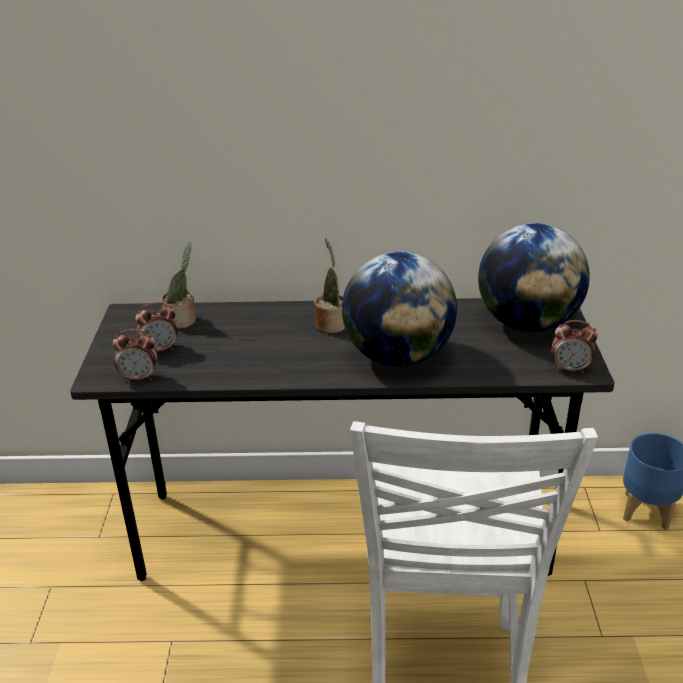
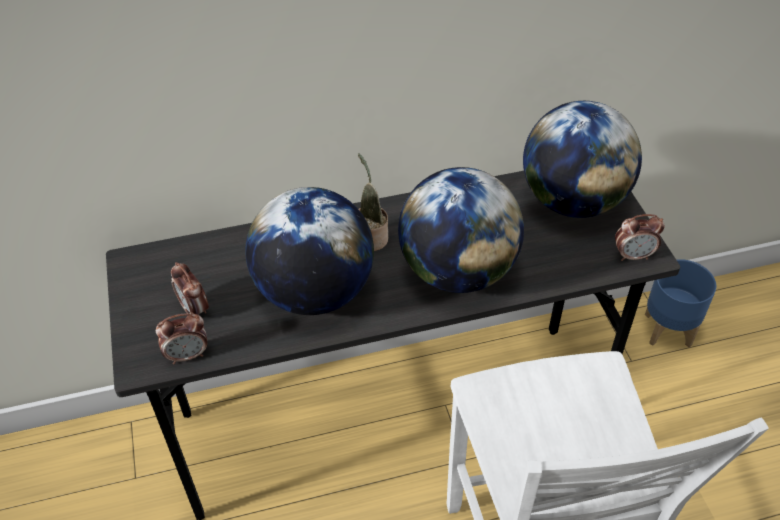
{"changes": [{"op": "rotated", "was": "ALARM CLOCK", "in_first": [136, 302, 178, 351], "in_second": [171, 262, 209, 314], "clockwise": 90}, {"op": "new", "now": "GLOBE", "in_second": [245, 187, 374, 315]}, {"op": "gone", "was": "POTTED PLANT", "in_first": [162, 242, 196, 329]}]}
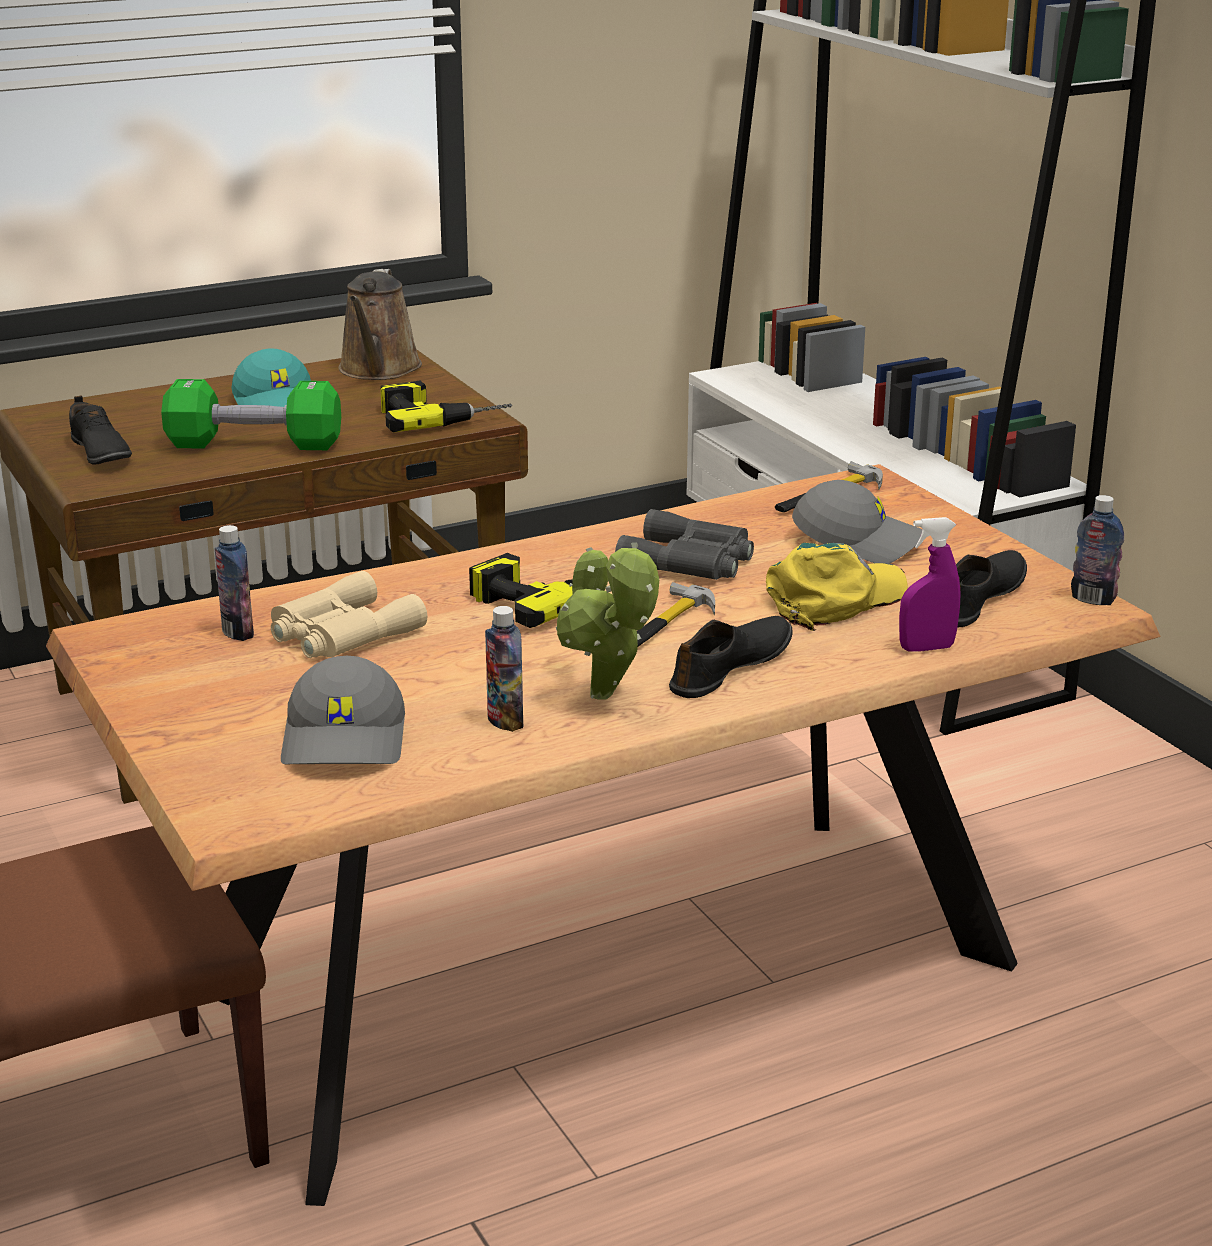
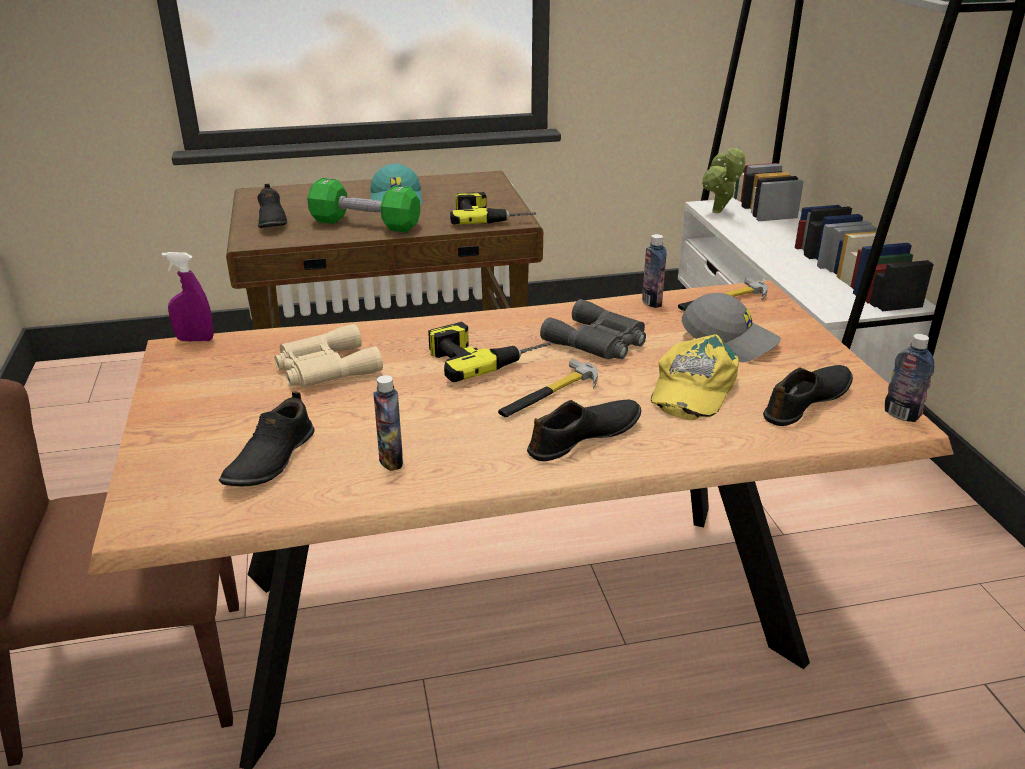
{"changes": [{"op": "shifted", "was": "PURPLE SPRAY BOTTLE", "in_first": [899, 517, 961, 652], "in_second": [162, 252, 213, 341]}, {"op": "swapped", "was": "GREY CAP", "now": "BLACK SHOE", "in_first": [281, 656, 405, 764], "in_second": [219, 391, 314, 486]}, {"op": "shifted", "was": "BOTTLE", "in_first": [215, 525, 254, 641], "in_second": [642, 234, 667, 308]}, {"op": "rotated", "was": "YELLOW CAP", "in_first": [766, 543, 908, 631], "in_second": [651, 334, 739, 420], "clockwise": 135}, {"op": "shifted", "was": "POTTED PLANT", "in_first": [556, 543, 659, 700], "in_second": [702, 146, 746, 213]}, {"op": "gone", "was": "BROWN WATERING CAN", "in_first": [338, 269, 422, 380]}]}
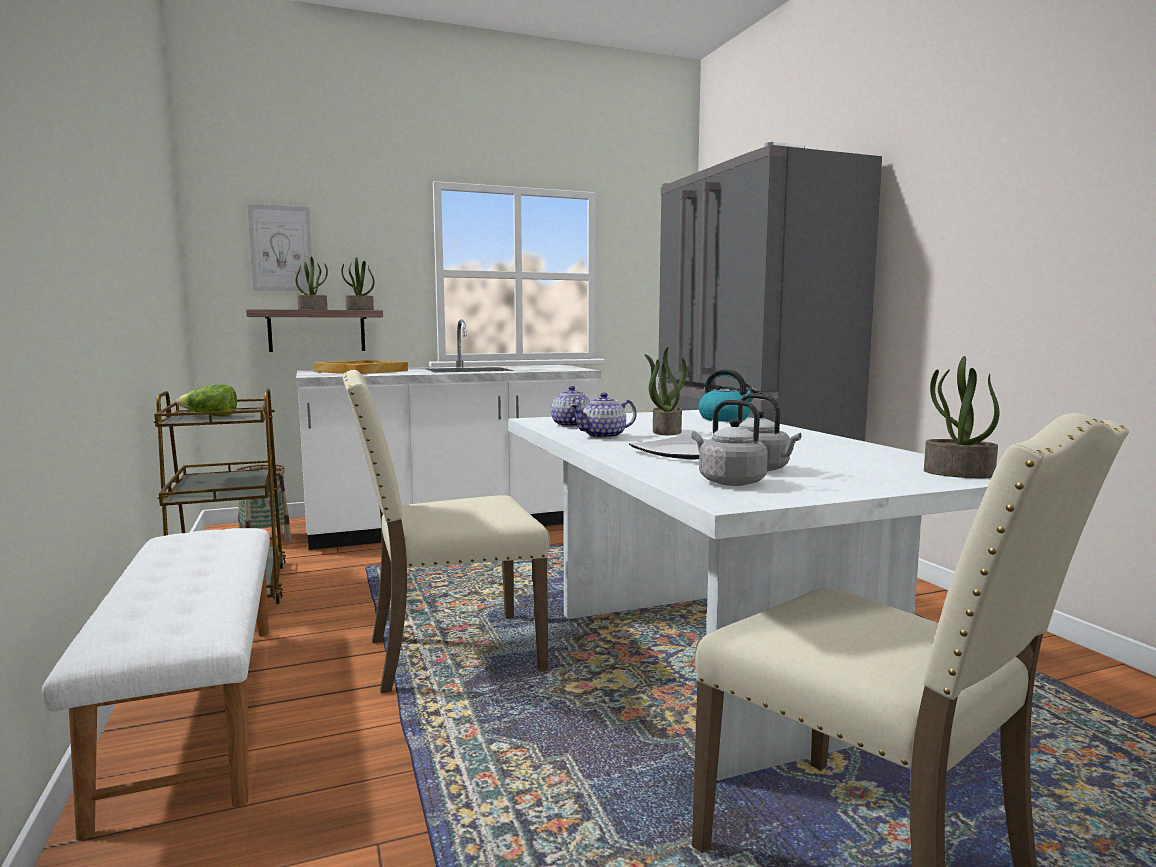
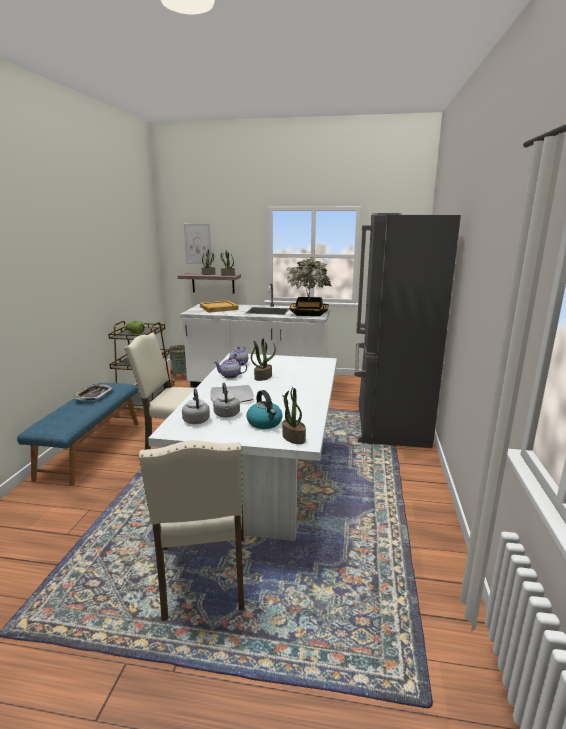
{"changes": [{"op": "repainted", "was": "WHITE BENCH", "now": "BLUE BENCH", "in_first": [42, 528, 270, 840], "in_second": [17, 383, 138, 486]}, {"op": "new", "now": "TRAY", "in_second": [73, 384, 113, 401]}, {"op": "shifted", "was": "KETTLE", "in_first": [698, 369, 758, 421], "in_second": [247, 390, 282, 429]}, {"op": "new", "now": "POTTED PLANT", "in_second": [286, 257, 332, 316]}]}
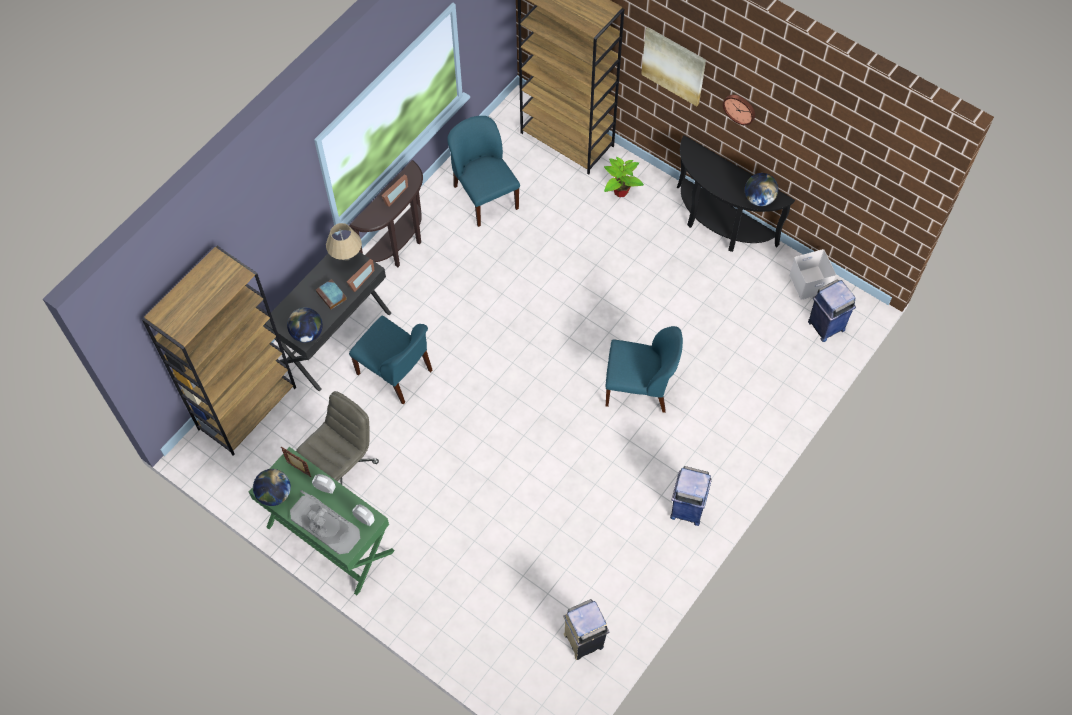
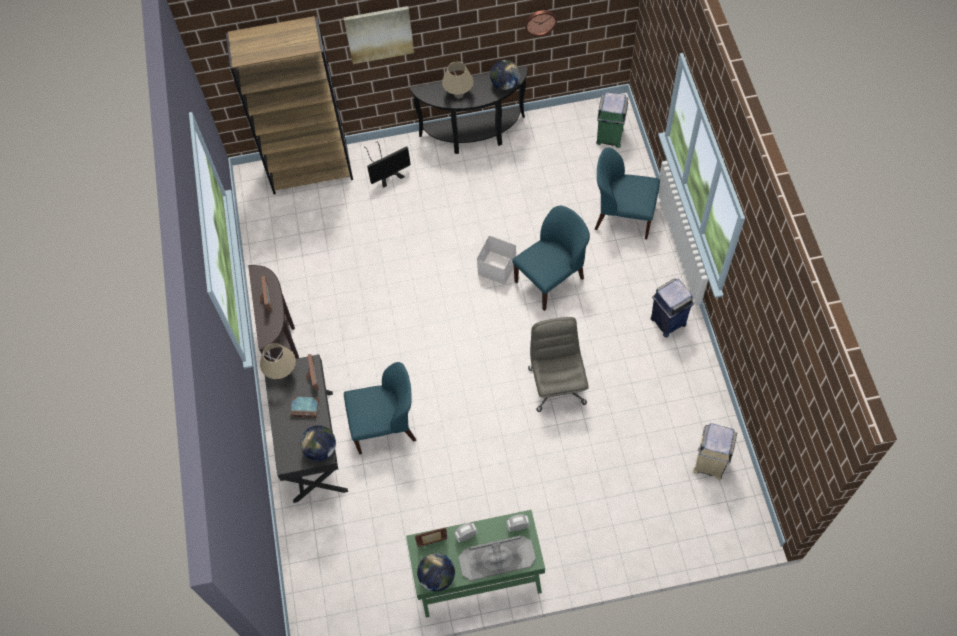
{"changes": [{"op": "swapped", "was": "POTTED PLANT", "now": "MONITOR", "in_first": [604, 157, 644, 197], "in_second": [365, 142, 411, 188]}, {"op": "new", "now": "BEIGE TABLE LAMP", "in_second": [442, 61, 474, 99]}, {"op": "shifted", "was": "WHITE STORAGE BOX", "in_first": [789, 249, 836, 300], "in_second": [477, 236, 516, 285]}, {"op": "shifted", "was": "WALL CLOCK", "in_first": [723, 95, 755, 125], "in_second": [525, 10, 557, 36]}, {"op": "shifted", "was": "GREY OFFICE CHAIR", "in_first": [296, 391, 379, 485], "in_second": [528, 317, 589, 412]}, {"op": "shifted", "was": "BLUE CHAIR", "in_first": [447, 116, 520, 227], "in_second": [595, 148, 660, 239]}, {"op": "repainted", "was": "BLUE TRASH CAN", "now": "GREEN TRASH CAN", "in_first": [808, 280, 856, 342], "in_second": [596, 92, 628, 148]}, {"op": "gone", "was": "BROWN BOOKCASE", "in_first": [142, 246, 296, 456]}]}
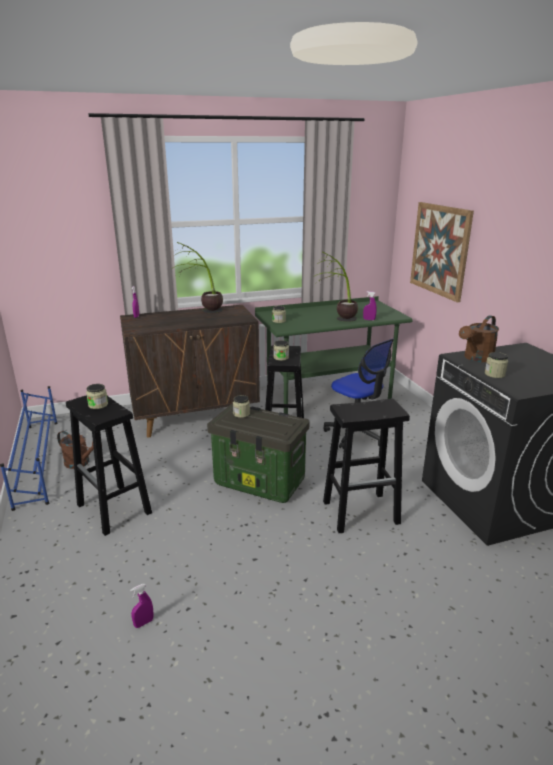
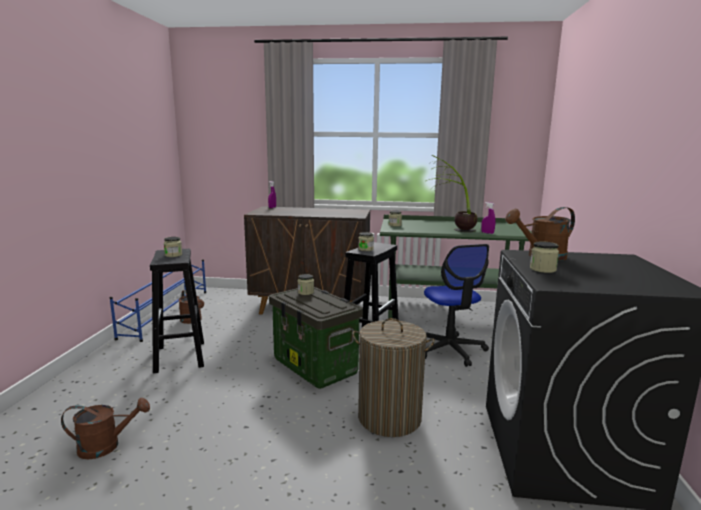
{"changes": [{"op": "swapped", "was": "PURPLE SPRAY BOTTLE", "now": "BROWN WATERING CAN", "in_first": [130, 584, 154, 628], "in_second": [61, 398, 150, 459]}, {"op": "swapped", "was": "BLACK STOOL", "now": "LAUNDRY BASKET", "in_first": [323, 399, 410, 533], "in_second": [352, 318, 435, 437]}, {"op": "gone", "was": "POTTED PLANT", "in_first": [171, 242, 223, 313]}, {"op": "gone", "was": "PICTURE", "in_first": [410, 202, 474, 302]}]}
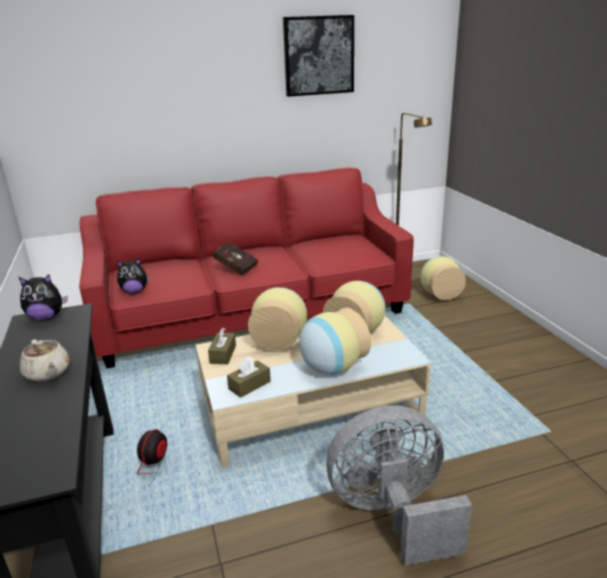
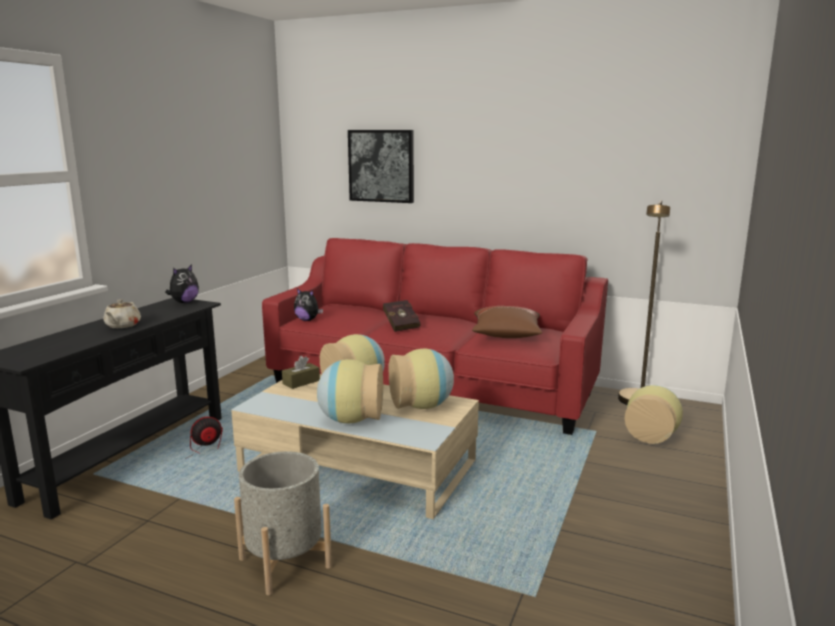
{"changes": [{"op": "rotated", "was": "PLUSH TOY", "in_first": [19, 274, 68, 321], "in_second": [165, 264, 199, 303], "clockwise": -90}, {"op": "swapped", "was": "GREY FAN", "now": "GREY PLANTER", "in_first": [326, 405, 472, 566], "in_second": [234, 451, 332, 595]}, {"op": "shifted", "was": "PICTURE", "in_first": [283, 15, 354, 97], "in_second": [348, 130, 414, 203]}, {"op": "new", "now": "BROWN PILLOW", "in_second": [472, 306, 542, 338]}, {"op": "gone", "was": "BROWN TISSUE BOX", "in_first": [227, 357, 271, 398]}]}
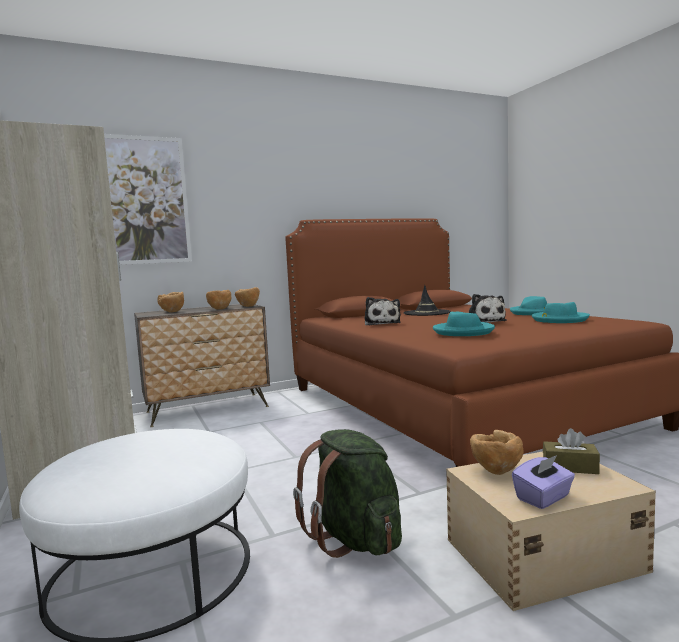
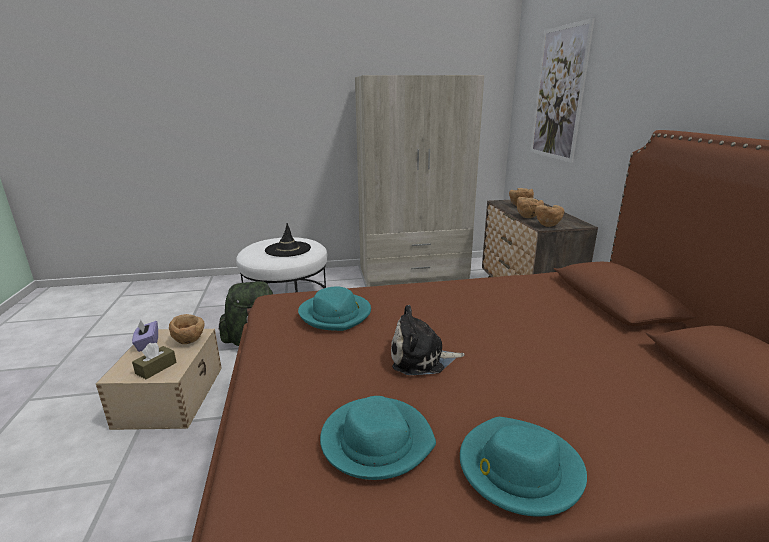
{"changes": [{"op": "shifted", "was": "BLACK HAT", "in_first": [404, 285, 451, 316], "in_second": [265, 223, 311, 257]}, {"op": "gone", "was": "PLUSH TOY", "in_first": [365, 297, 401, 325]}]}
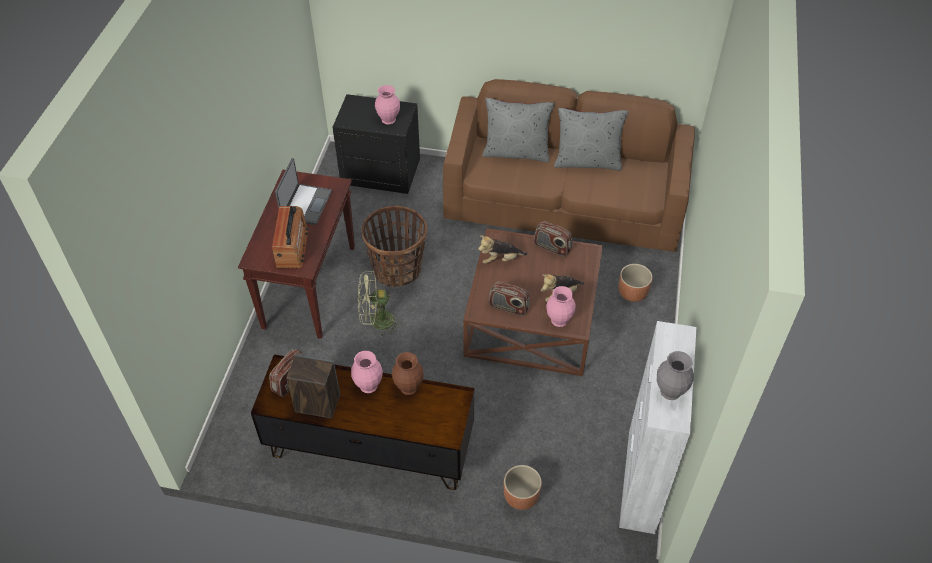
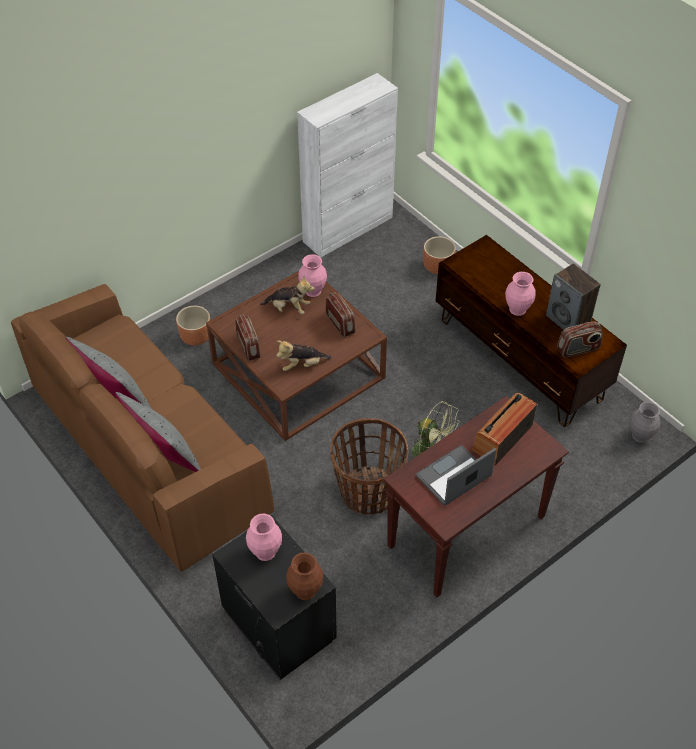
{"changes": [{"op": "rotated", "was": "PLUSH TOY", "in_first": [478, 235, 527, 264], "in_second": [276, 340, 331, 371], "clockwise": 135}, {"op": "shifted", "was": "BROWN VASE", "in_first": [392, 352, 424, 395], "in_second": [286, 552, 323, 600]}, {"op": "shifted", "was": "GREY VASE", "in_first": [657, 351, 694, 400], "in_second": [630, 402, 661, 443]}]}
